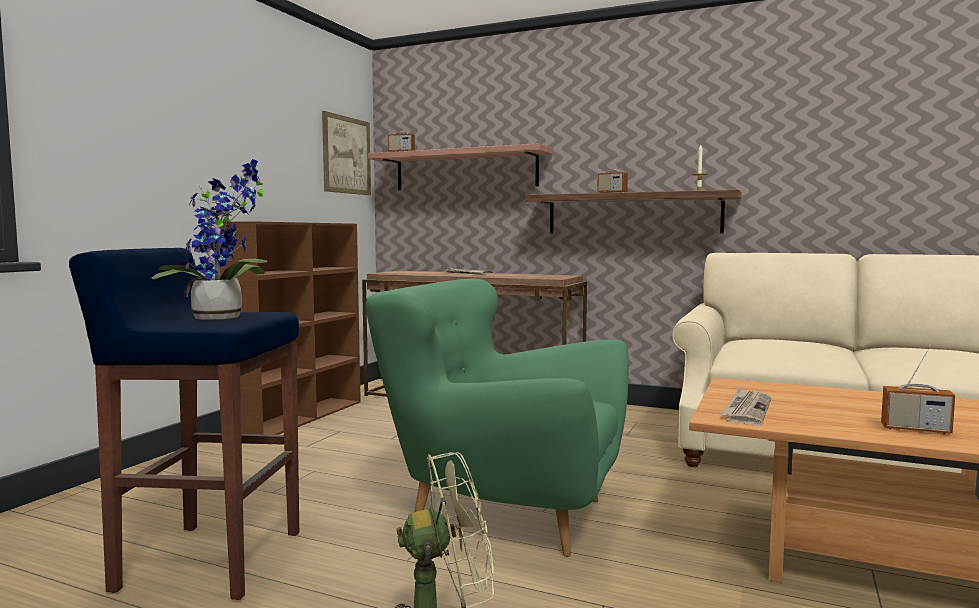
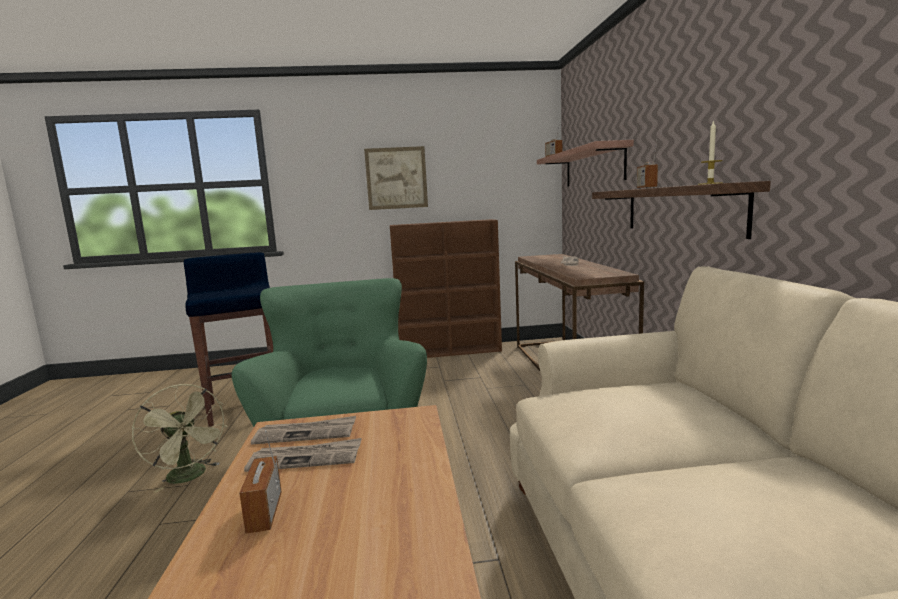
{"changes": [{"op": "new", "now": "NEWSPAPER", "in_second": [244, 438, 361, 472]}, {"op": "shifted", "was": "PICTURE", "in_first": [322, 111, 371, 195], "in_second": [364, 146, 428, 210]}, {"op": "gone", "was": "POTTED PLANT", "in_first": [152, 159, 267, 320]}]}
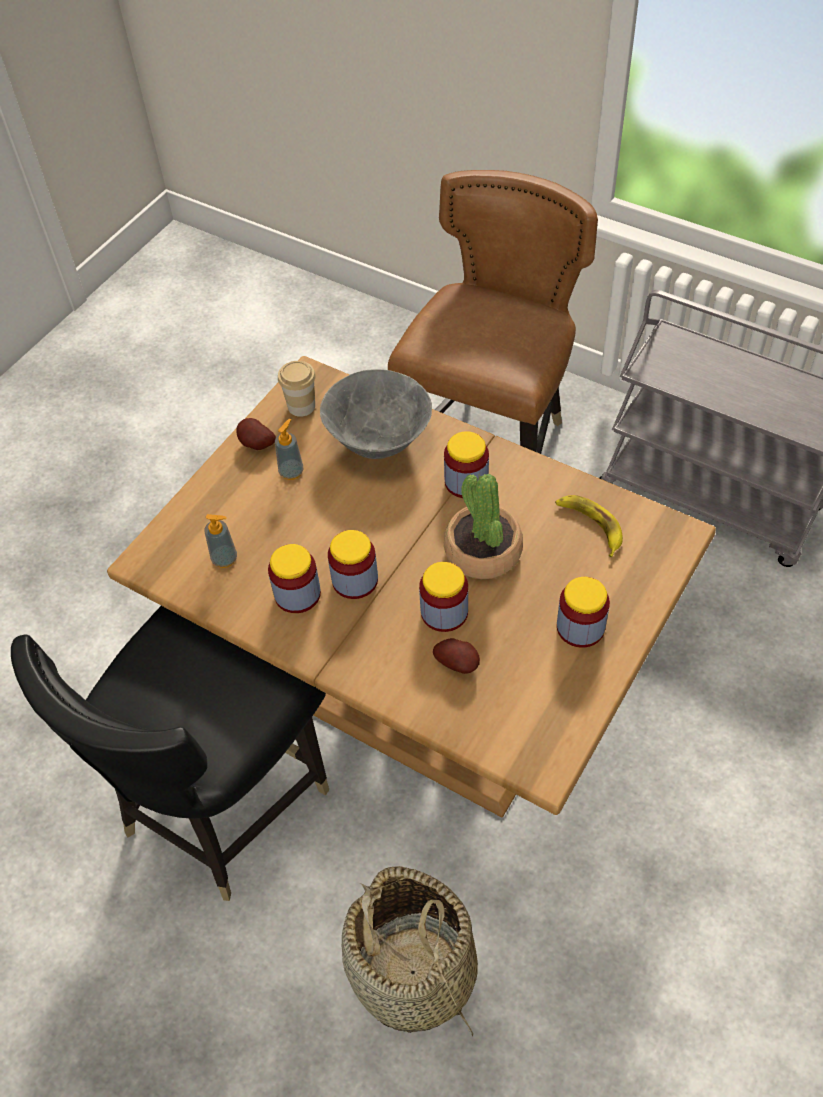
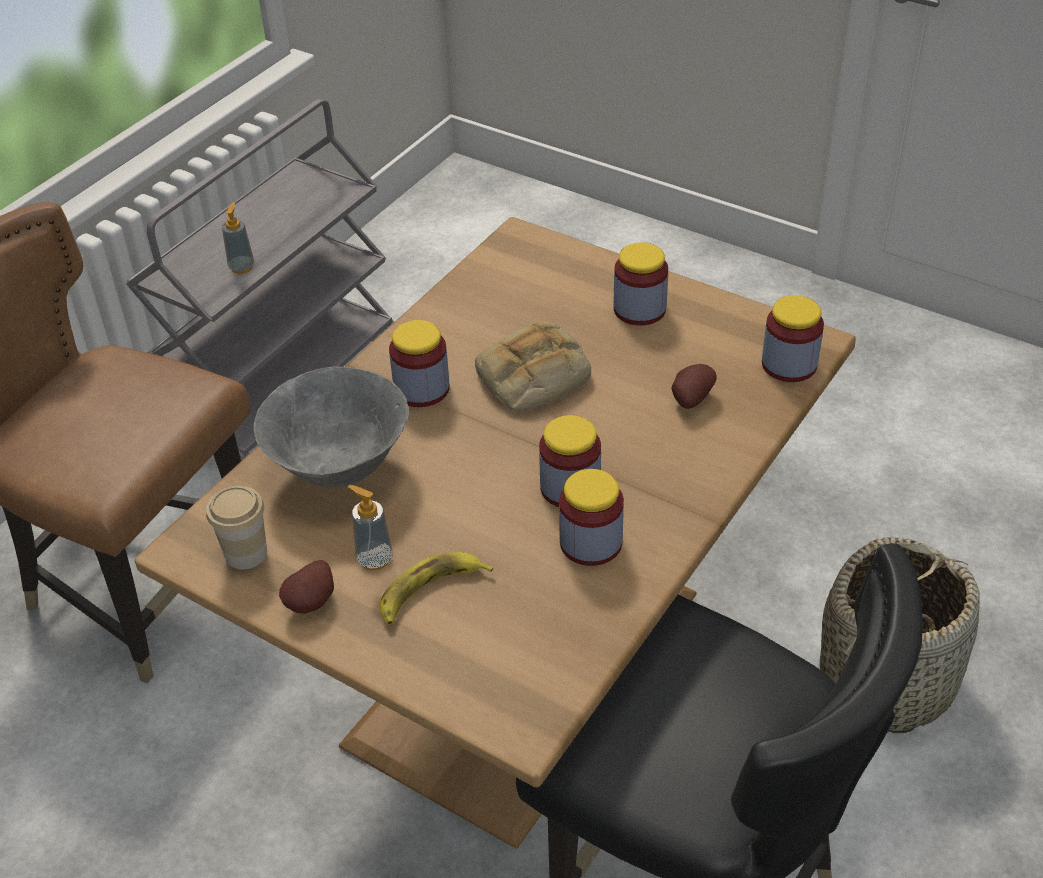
{"changes": [{"op": "shifted", "was": "SOAP DISPENSER", "in_first": [205, 514, 237, 568], "in_second": [222, 202, 254, 274]}, {"op": "shifted", "was": "BANANA", "in_first": [555, 495, 623, 557], "in_second": [380, 552, 493, 625]}, {"op": "swapped", "was": "POTTED PLANT", "now": "BREAD", "in_first": [444, 474, 523, 579], "in_second": [475, 321, 591, 413]}, {"op": "shifted", "was": "JAR", "in_first": [419, 562, 468, 632], "in_second": [762, 295, 824, 382]}]}
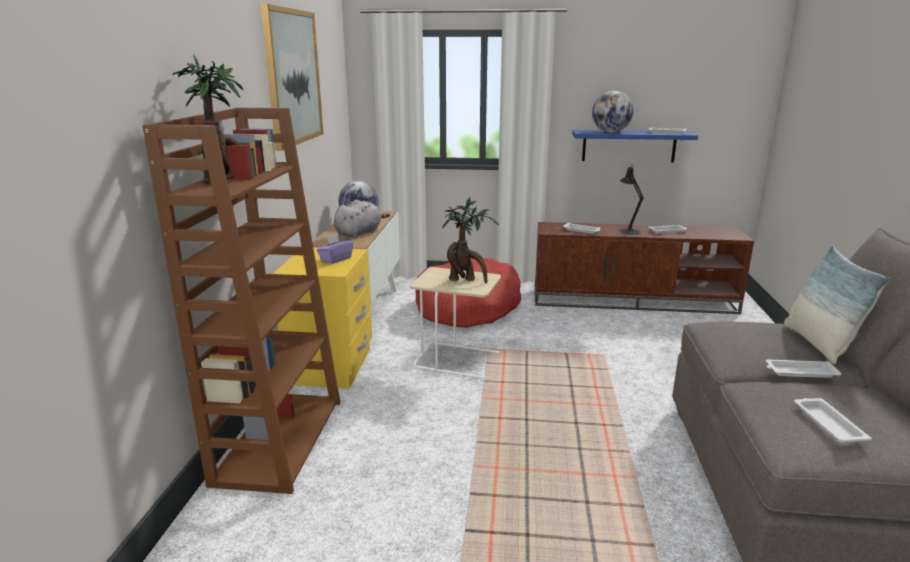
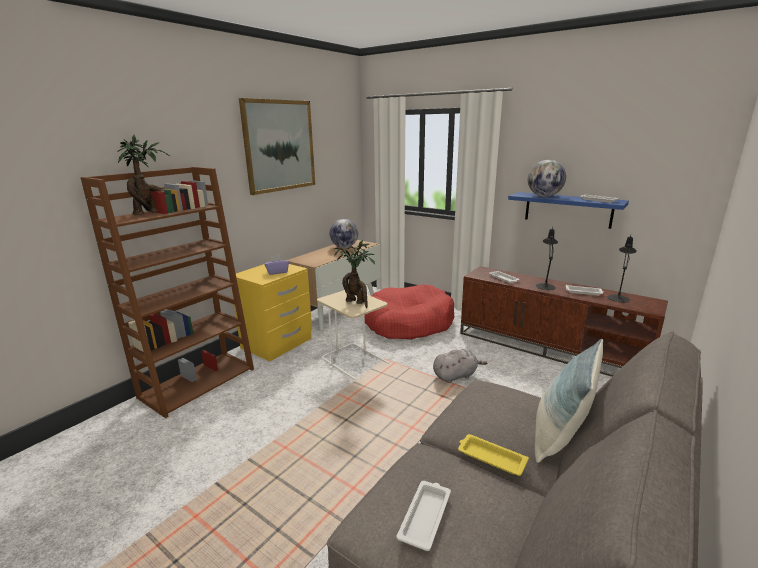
{"changes": [{"op": "shifted", "was": "GREY PLUSH TOY", "in_first": [334, 200, 390, 239], "in_second": [433, 349, 487, 383]}, {"op": "repainted", "was": "WHITE TRAY", "now": "YELLOW TRAY", "in_first": [766, 359, 842, 378], "in_second": [458, 434, 529, 476]}, {"op": "new", "now": "BLACK TABLE LAMP", "in_second": [608, 236, 637, 303]}]}
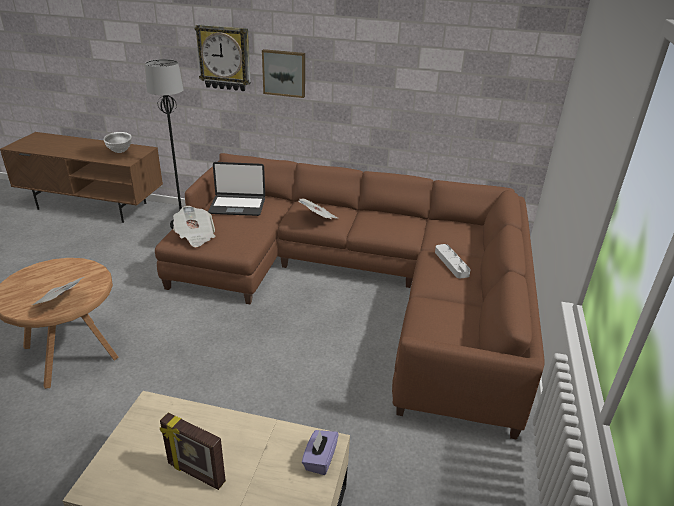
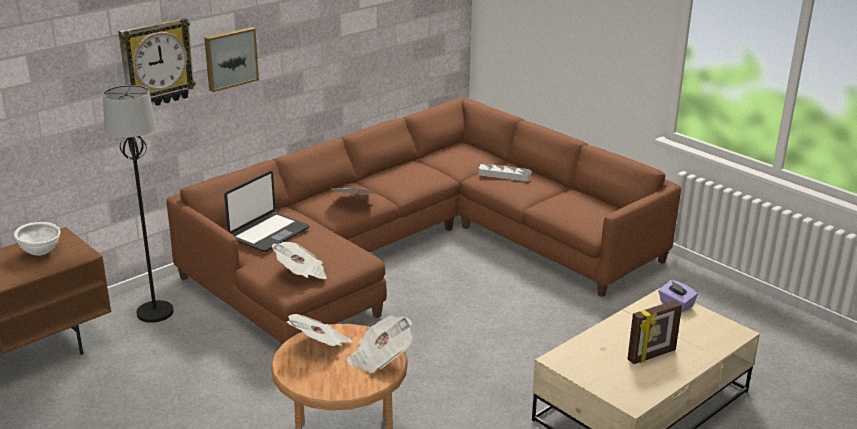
{"changes": [{"op": "new", "now": "NEWSPAPER", "in_second": [287, 314, 353, 346]}]}
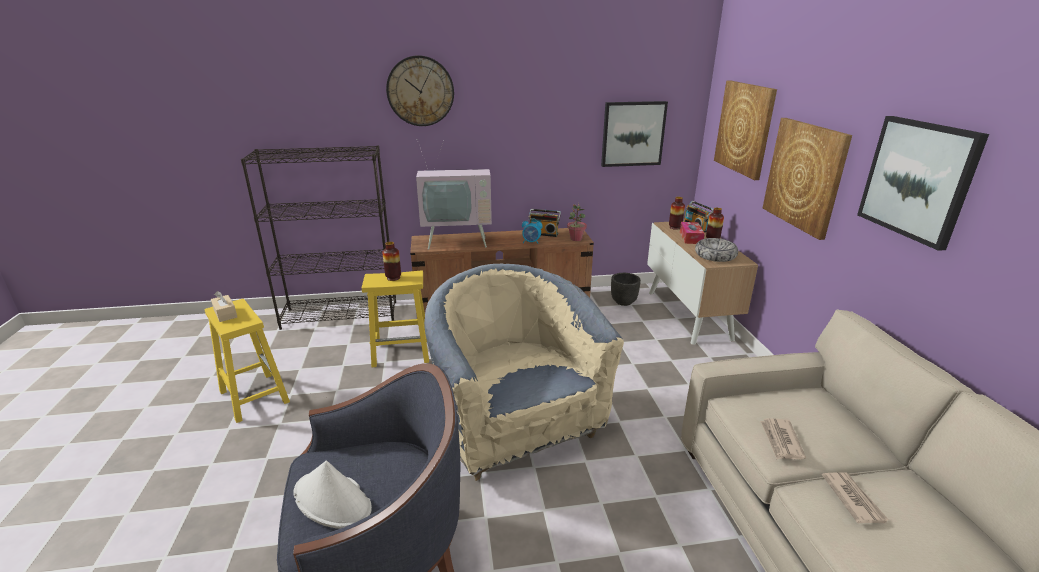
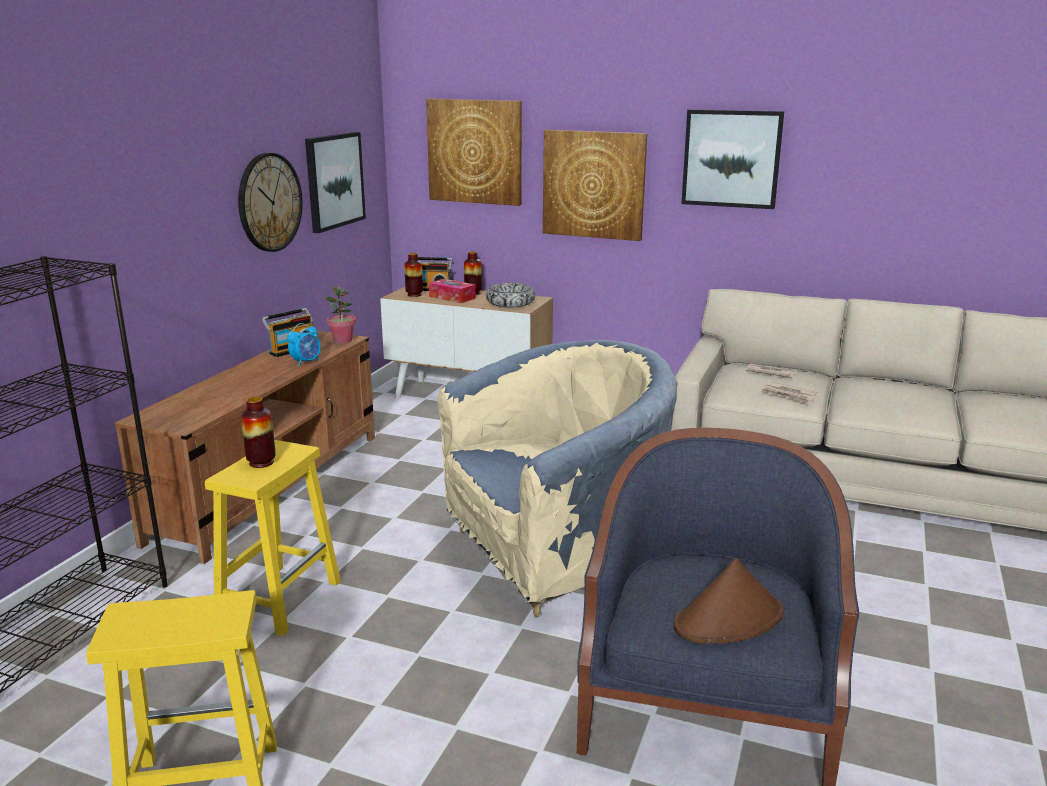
{"changes": [{"op": "shifted", "was": "WALL CLOCK", "in_first": [386, 55, 454, 126], "in_second": [238, 153, 303, 252]}, {"op": "rotated", "was": "BEIGE ARMCHAIR", "in_first": [424, 264, 624, 481], "in_second": [438, 340, 678, 617], "clockwise": 150}, {"op": "repainted", "was": "WHITE HAT", "now": "BROWN HAT", "in_first": [293, 461, 372, 529], "in_second": [674, 558, 784, 644]}, {"op": "shifted", "was": "NEWSPAPER", "in_first": [822, 472, 889, 523], "in_second": [746, 364, 796, 378]}, {"op": "gone", "was": "BEIGE TISSUE BOX", "in_first": [211, 291, 237, 322]}, {"op": "gone", "was": "TELEVISION", "in_first": [416, 139, 492, 249]}, {"op": "gone", "was": "BLACK PLANTER", "in_first": [611, 273, 641, 306]}]}
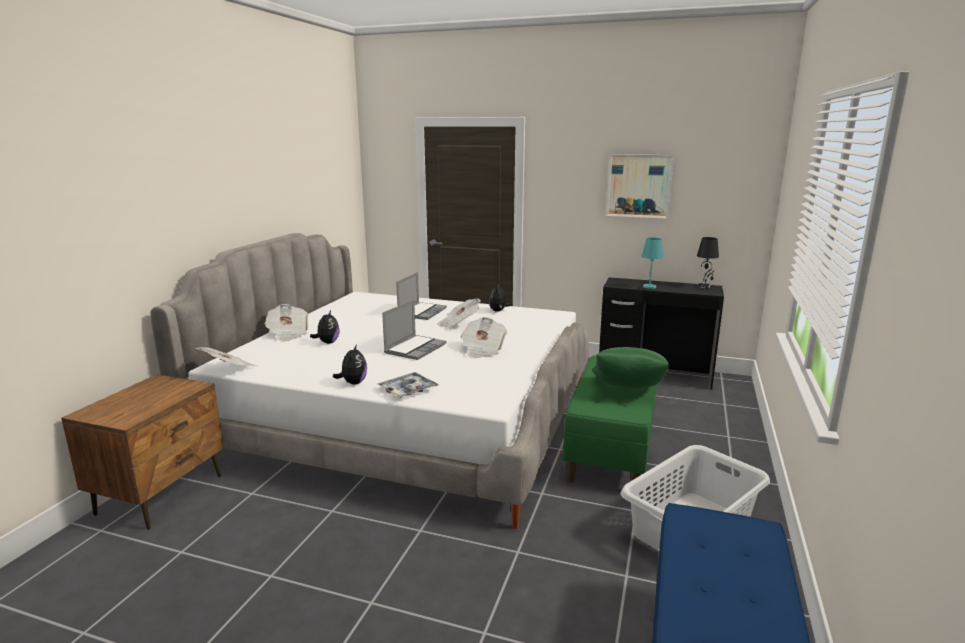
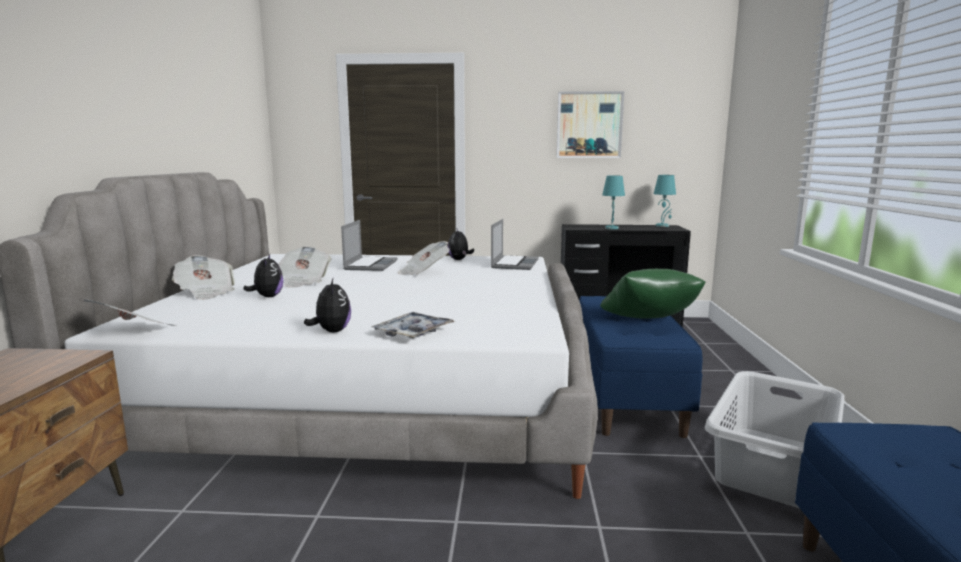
{"changes": [{"op": "shifted", "was": "NEWSPAPER", "in_first": [461, 317, 507, 358], "in_second": [278, 246, 332, 288]}, {"op": "shifted", "was": "LAPTOP", "in_first": [382, 300, 446, 360], "in_second": [491, 219, 539, 270]}, {"op": "repainted", "was": "GREEN BENCH", "now": "BLUE BENCH", "in_first": [563, 355, 657, 483], "in_second": [579, 296, 703, 438]}, {"op": "repainted", "was": "BLACK TABLE LAMP", "now": "TURQUOISE TABLE LAMP", "in_first": [697, 237, 719, 288], "in_second": [654, 175, 676, 227]}]}
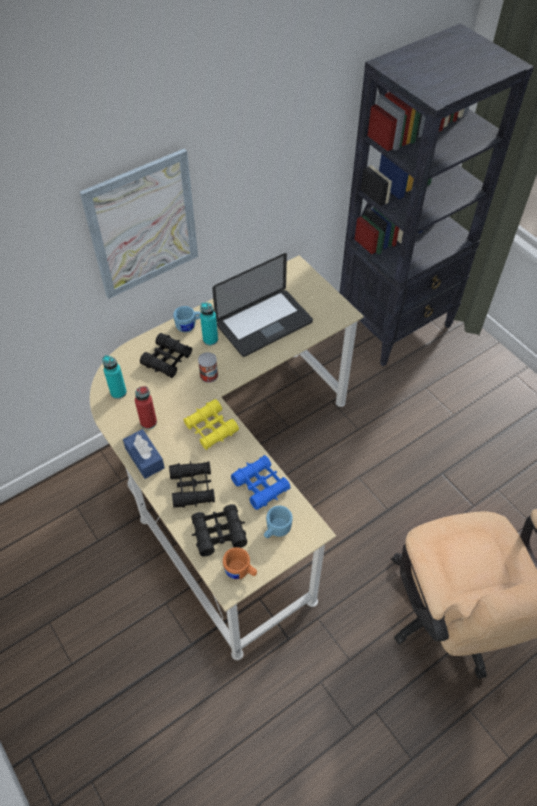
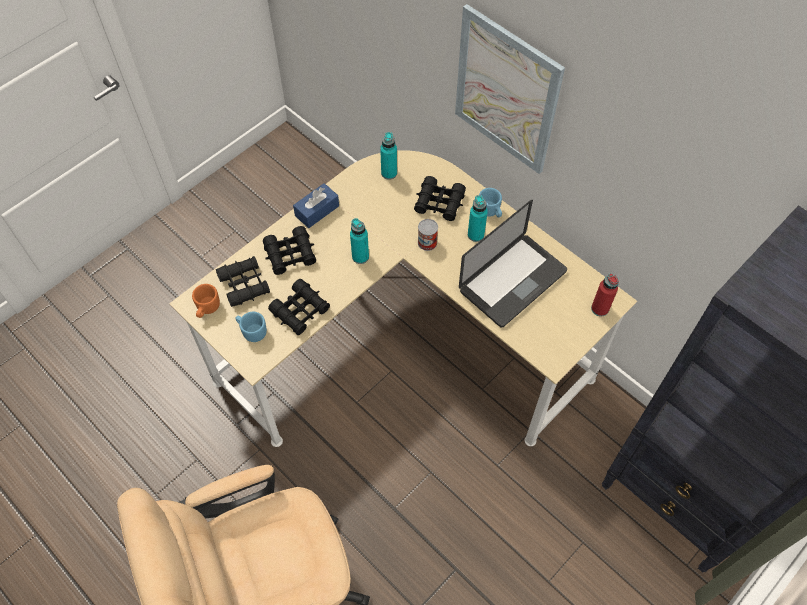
{"changes": [{"op": "repainted", "was": "BLUE BINOCULARS", "now": "BLACK BINOCULARS", "in_first": [231, 455, 291, 510], "in_second": [268, 279, 330, 335]}, {"op": "swapped", "was": "YELLOW BINOCULARS", "now": "TURQUOISE BOTTLE", "in_first": [183, 399, 239, 450], "in_second": [350, 218, 369, 264]}, {"op": "rotated", "was": "LAPTOP", "in_first": [212, 253, 313, 357], "in_second": [459, 200, 567, 327], "clockwise": -90}, {"op": "shifted", "was": "RED BOTTLE", "in_first": [135, 386, 157, 429], "in_second": [591, 273, 619, 316]}]}
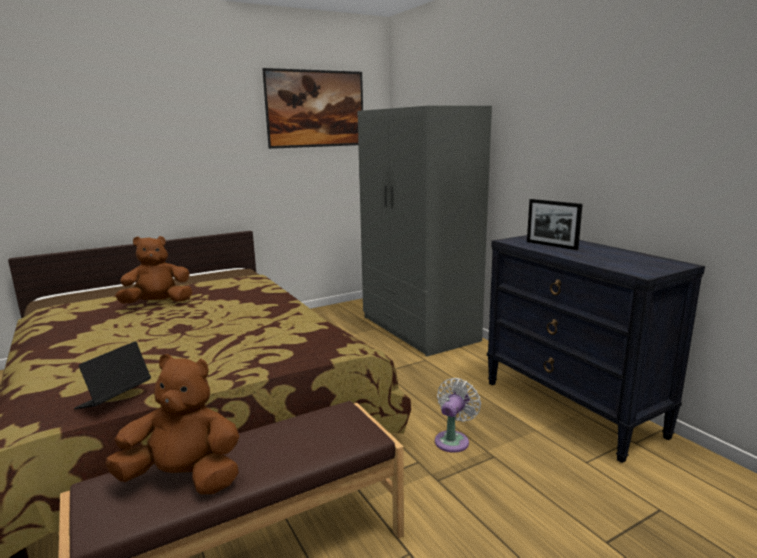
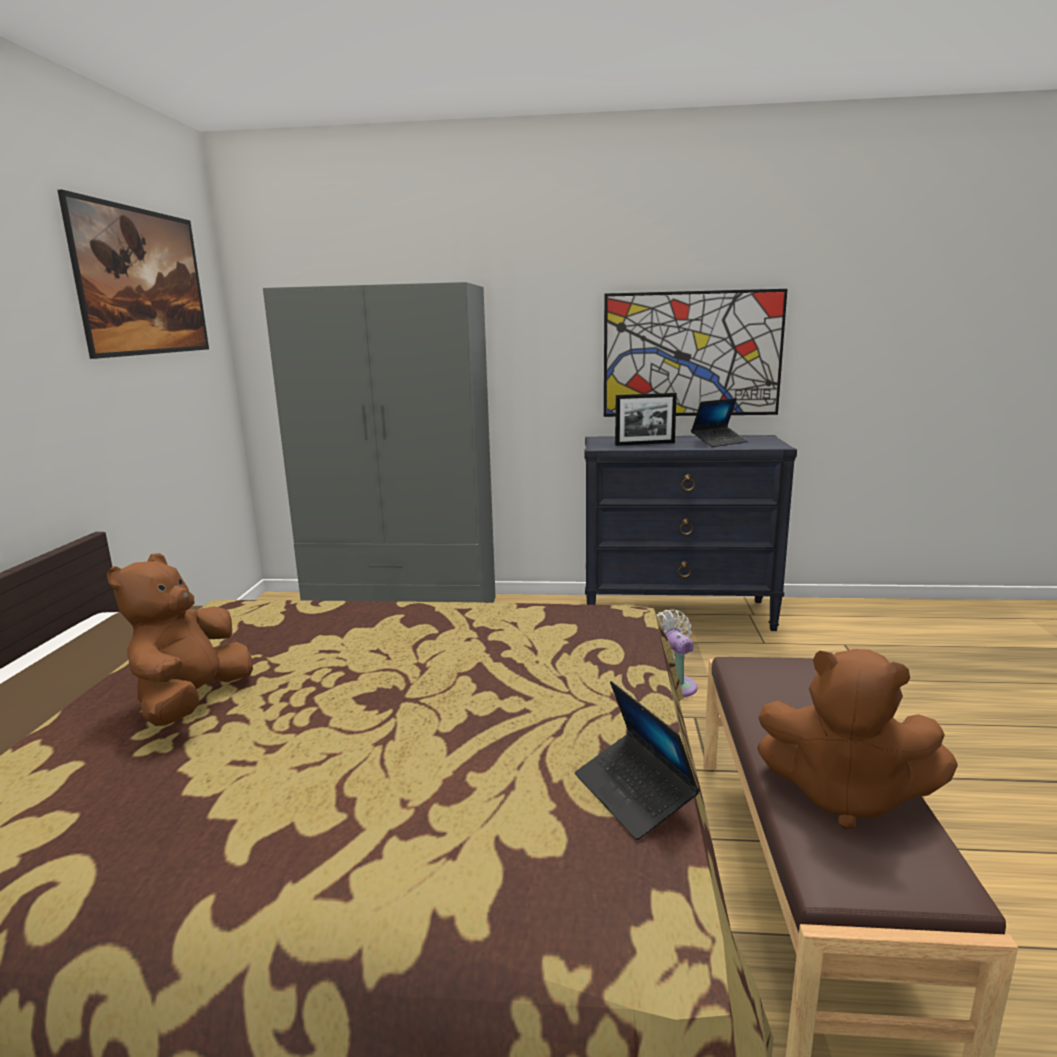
{"changes": [{"op": "new", "now": "PICTURE", "in_second": [604, 289, 787, 417]}, {"op": "new", "now": "LAPTOP", "in_second": [691, 398, 748, 447]}, {"op": "rotated", "was": "BROWN PLUSH TOY", "in_first": [105, 354, 239, 494], "in_second": [757, 649, 958, 829], "clockwise": -105}]}
